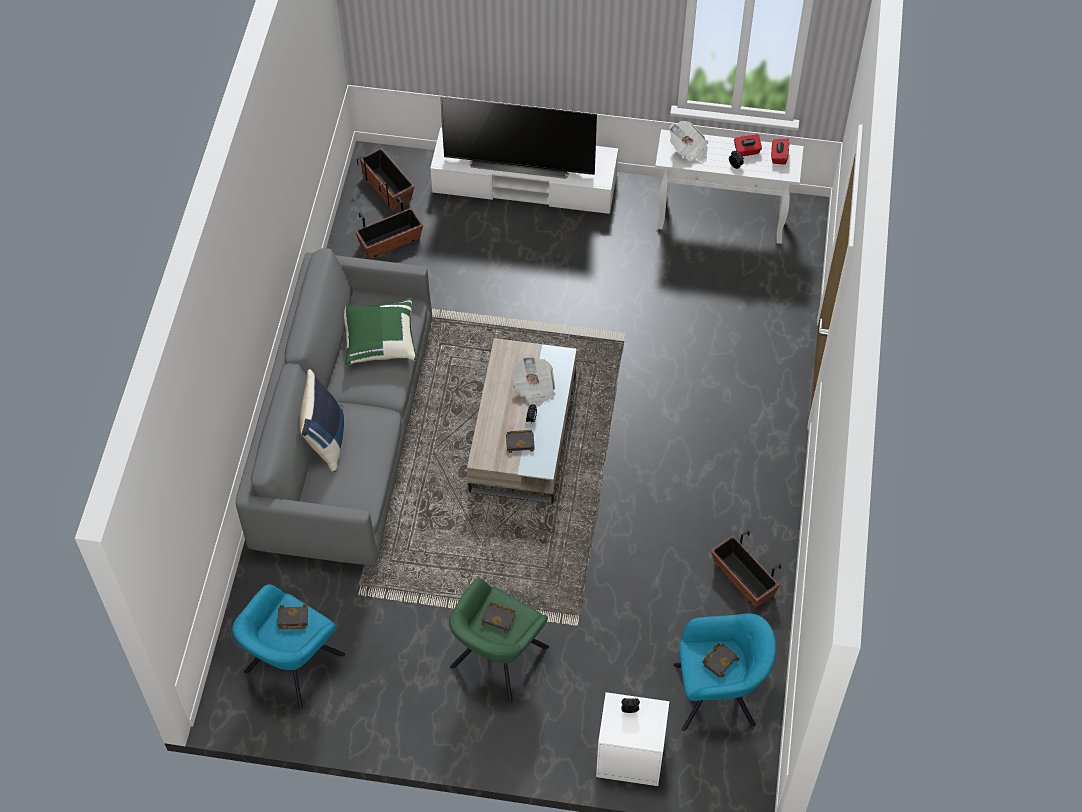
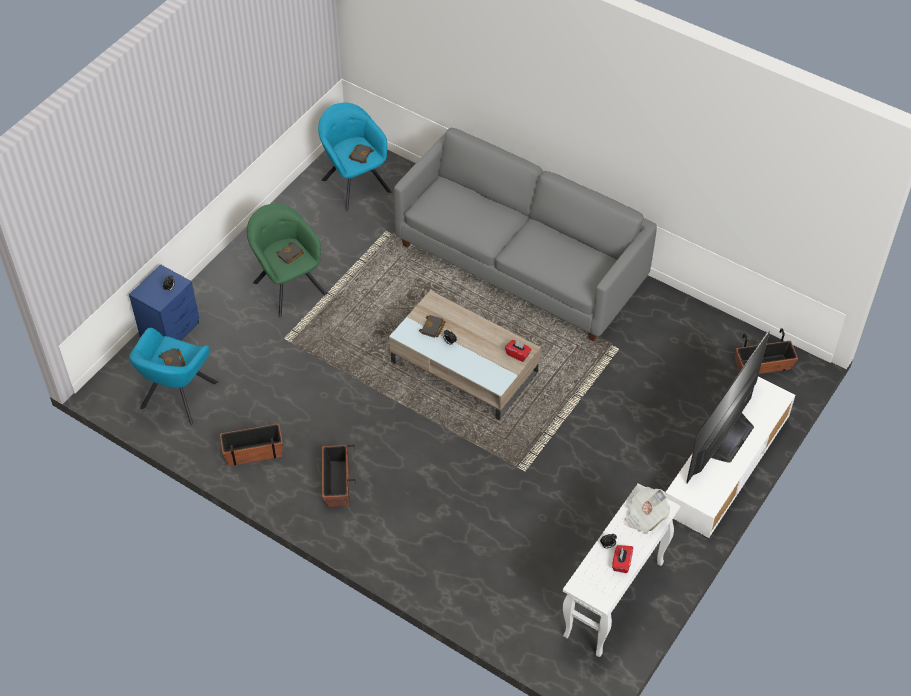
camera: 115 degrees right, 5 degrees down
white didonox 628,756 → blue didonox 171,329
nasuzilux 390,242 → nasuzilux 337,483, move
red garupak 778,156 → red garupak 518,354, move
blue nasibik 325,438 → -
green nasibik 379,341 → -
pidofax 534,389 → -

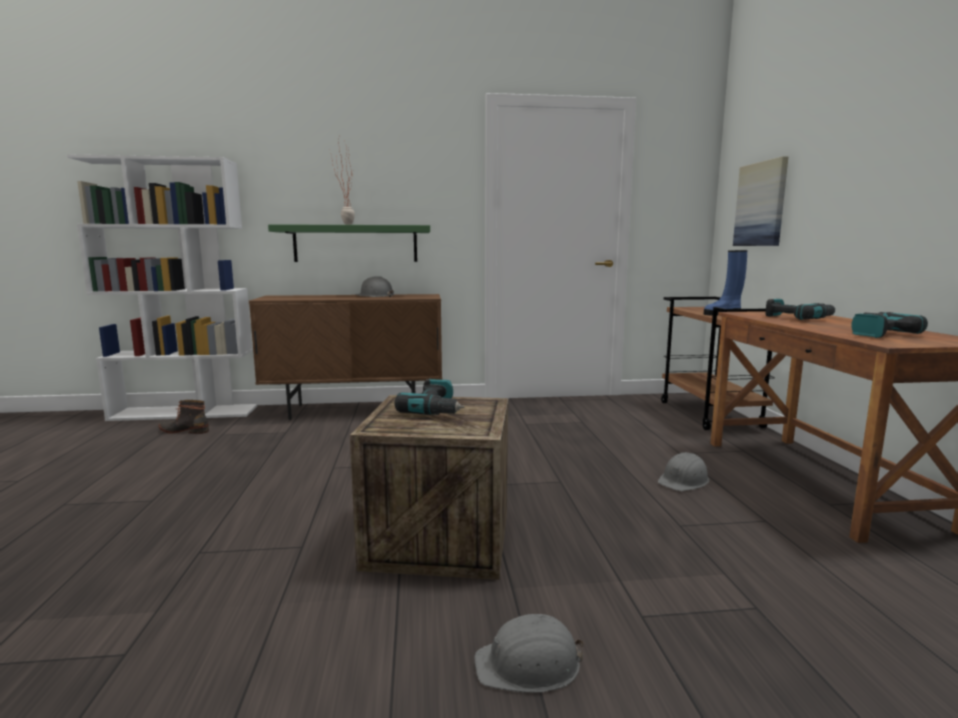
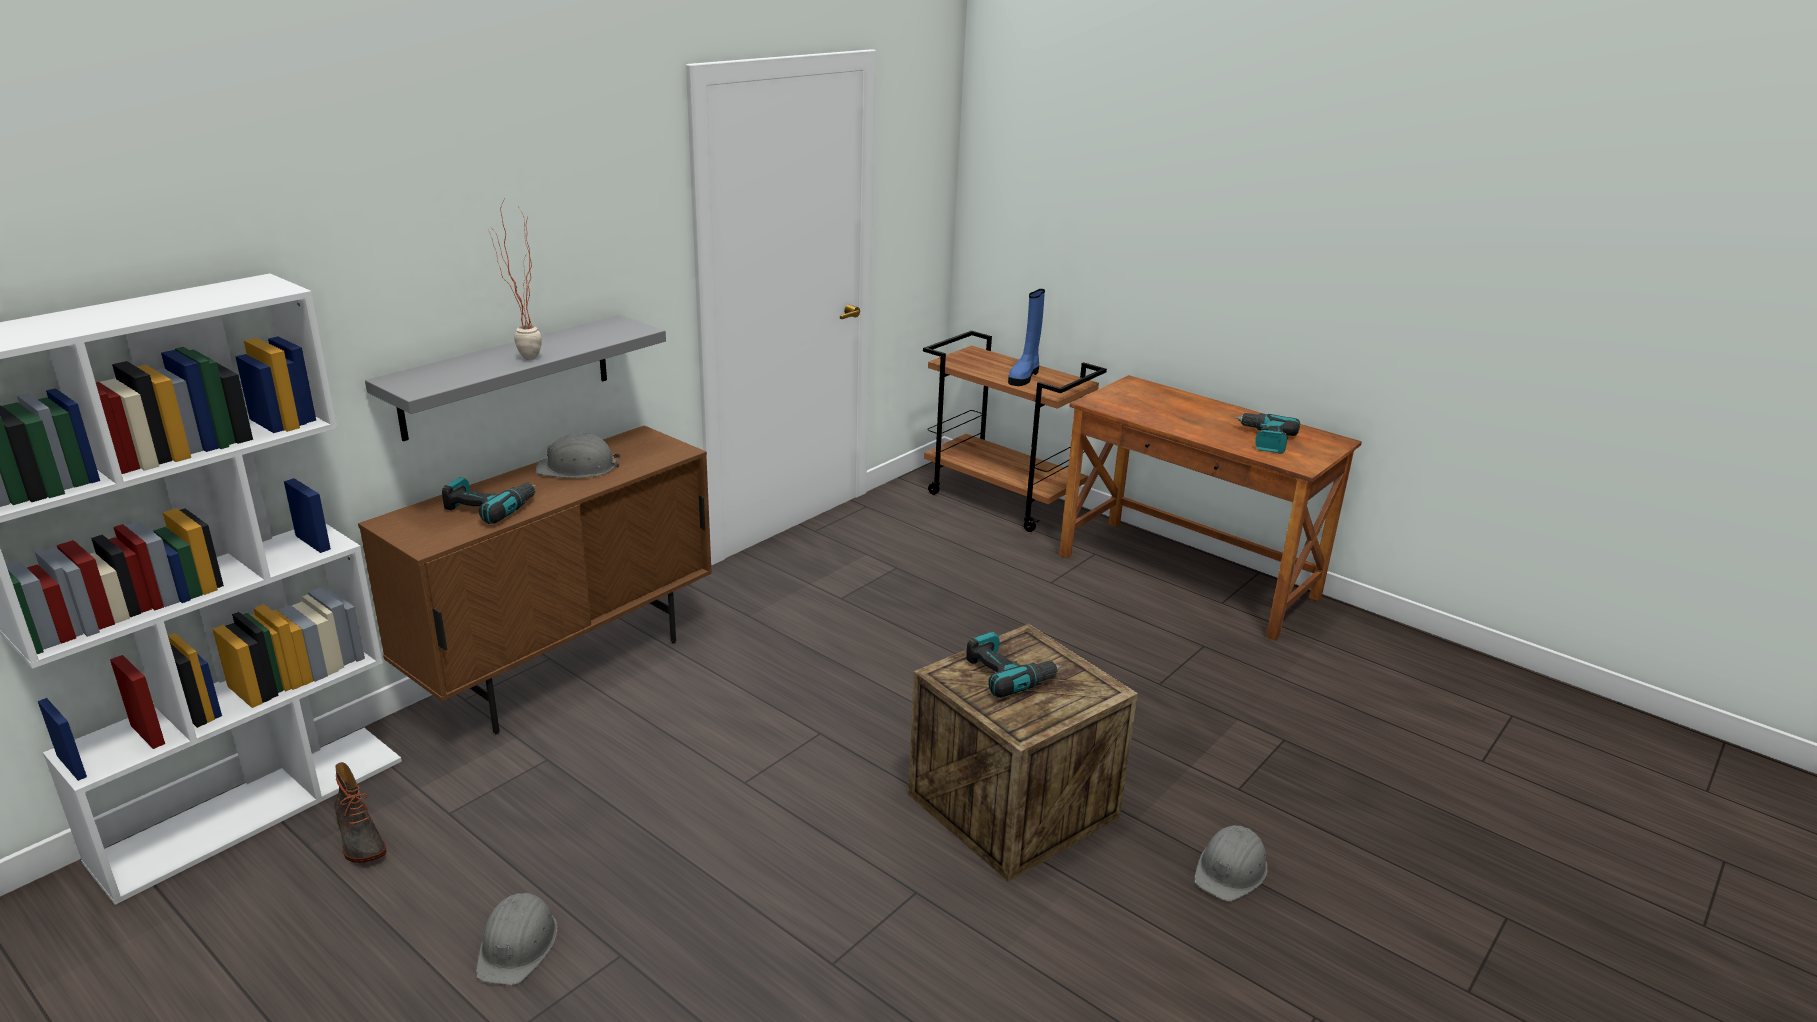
camera: 45 degrees left, 15 degrees up
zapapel 185,430 → zapapel 359,839, 90 degrees counterclockwise
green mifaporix 355,244 → grey mifaporix 506,376
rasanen 798,318 → rasanen 490,508, move
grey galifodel 684,480 → grey galifodel 518,945, move
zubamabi 761,204 → -

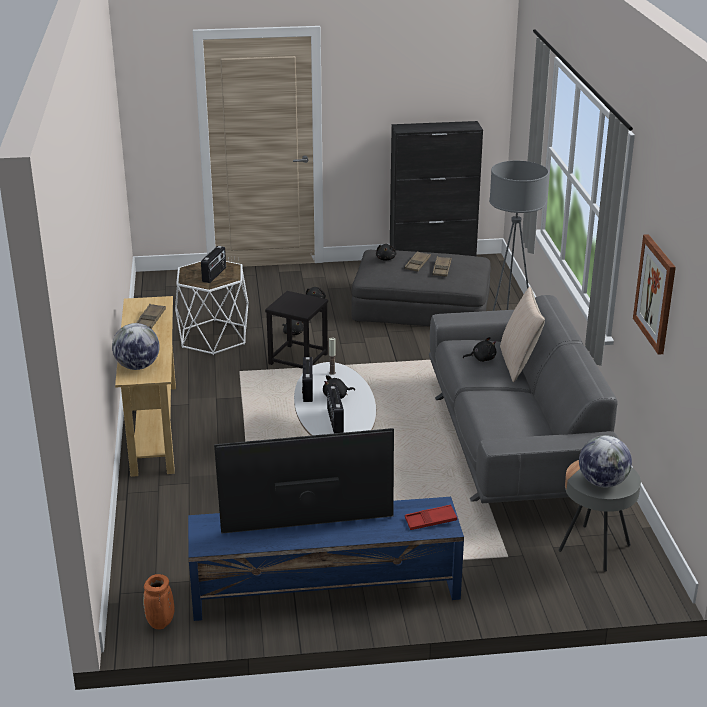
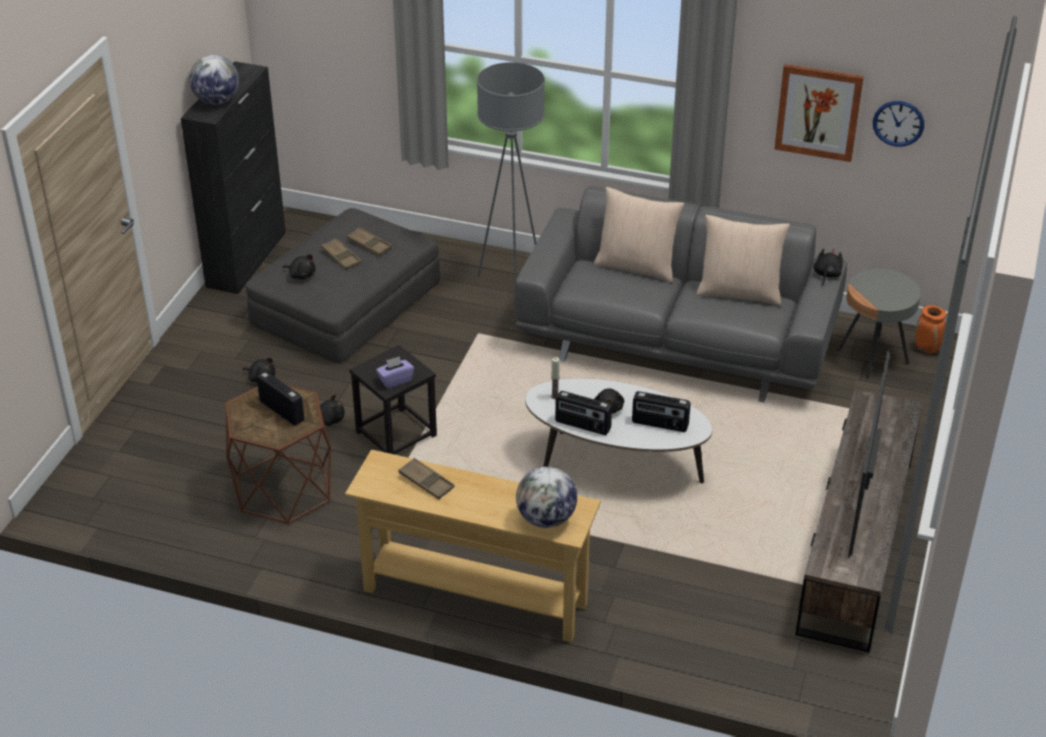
camera: 65 degrees left, 10 degrees up
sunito 602,482 → sunito 216,101, move
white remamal 214,337 → brown remamal 283,489
- → purple garupak 395,380
- → beige nasibik 739,292
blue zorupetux 323,587 → brown zorupetux 855,544
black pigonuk 482,358 → black pigonuk 826,275, move
- → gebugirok 898,123
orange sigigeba 161,624 → orange sigigeba 927,349, move
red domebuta 430,521 → -

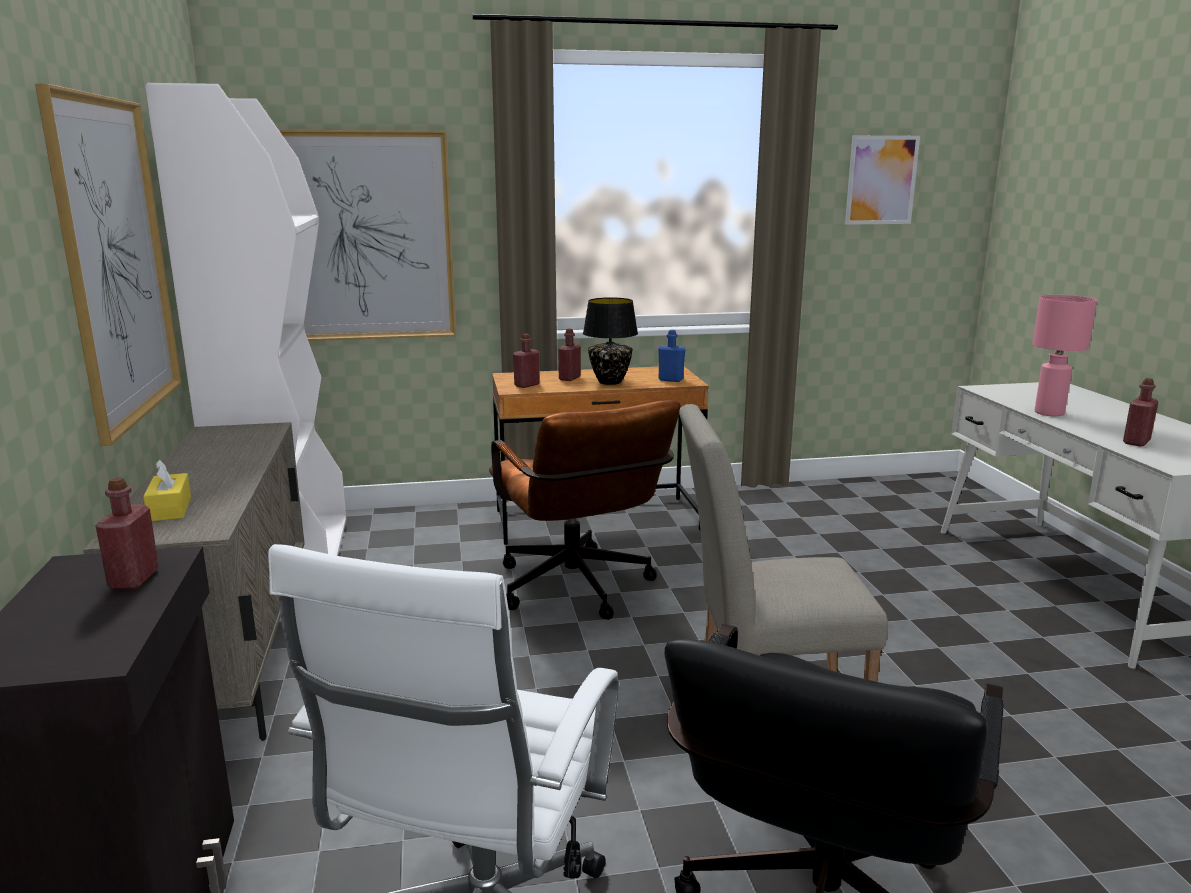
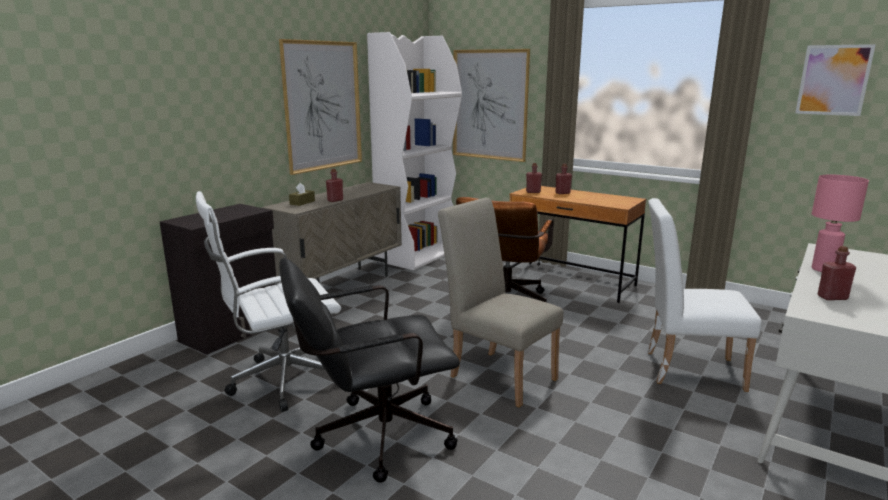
camera: 45 degrees right, 0 degrees up
yellow garupak 170,509 → brown garupak 302,202
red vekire 134,579 → red vekire 335,200, move
- → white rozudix 685,369
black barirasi 609,382 → -
blue vekire 671,380 → -

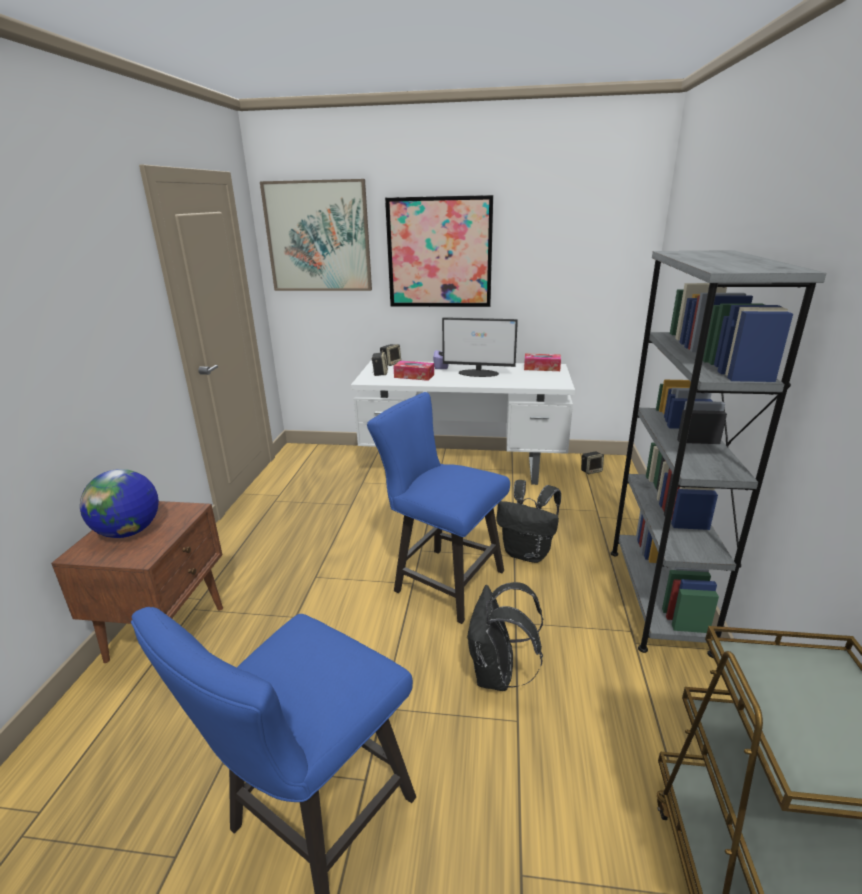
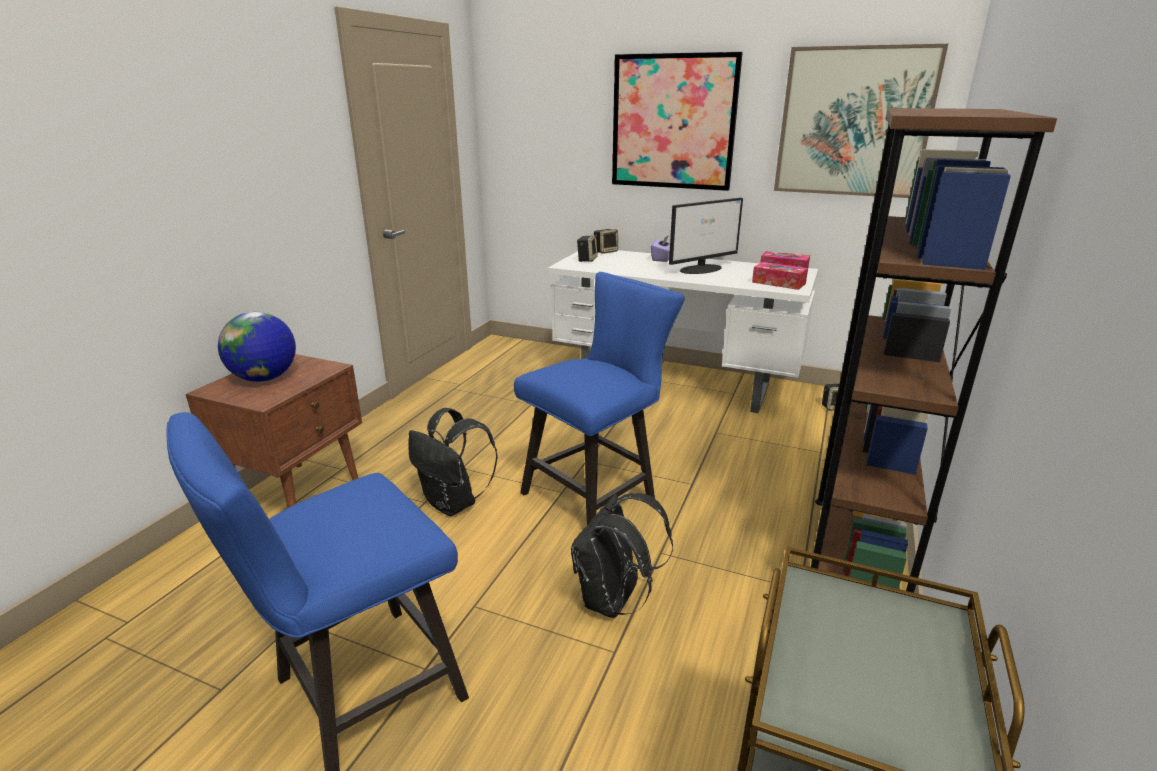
camera: 15 degrees right, 0 degrees up
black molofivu 528,553 → black molofivu 453,503, move
blue rozudix 442,579 → blue rozudix 596,494, 90 degrees clockwise
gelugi 479,373 → gelugi 701,269, 60 degrees counterclockwise
garupak 414,376 → garupak 778,283, move
zubamabi 318,237 → zubamabi 854,122, move
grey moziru 657,598 → brown moziru 853,560

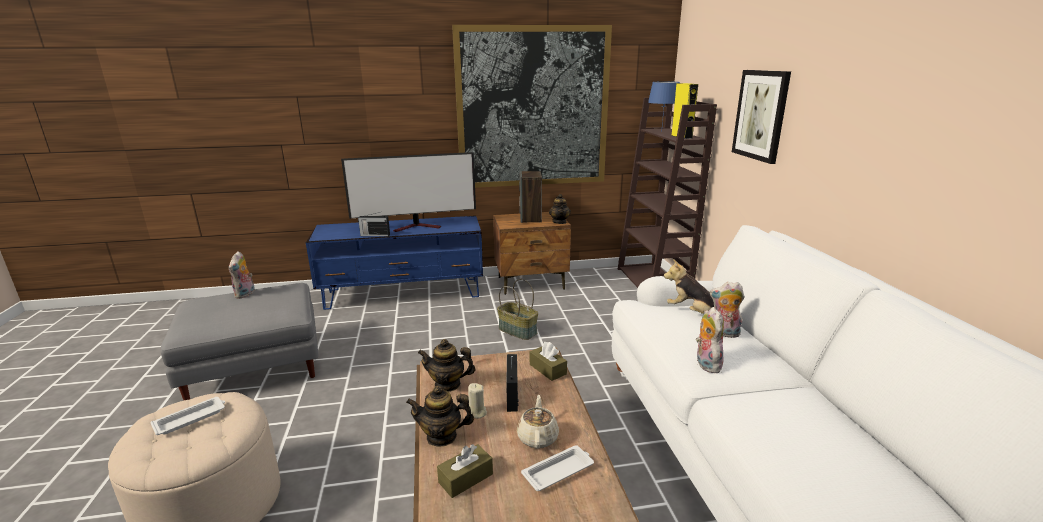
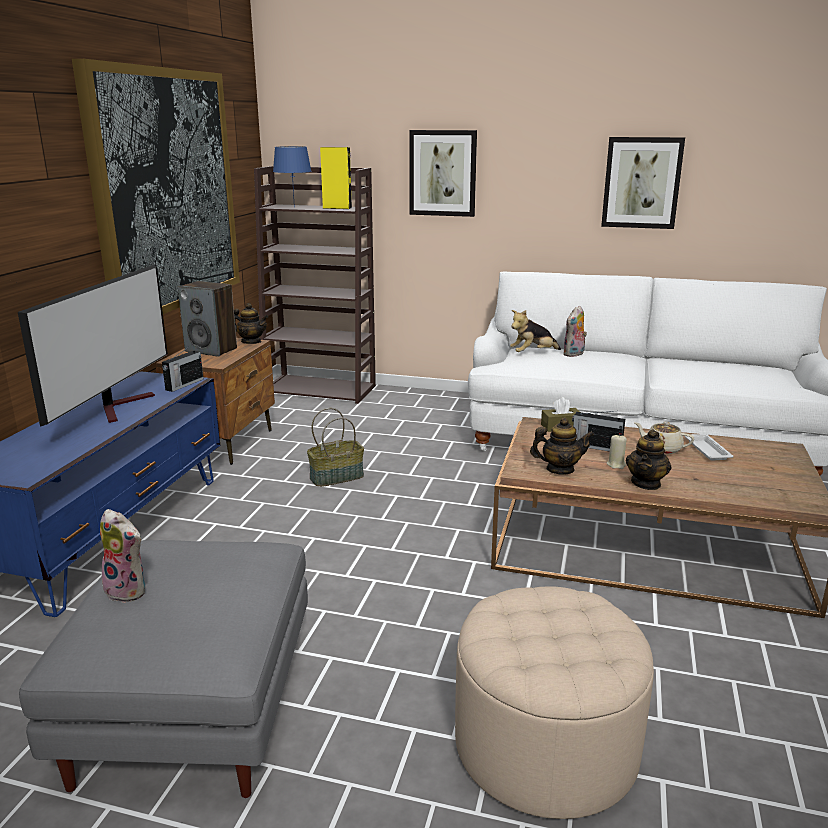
camera: 65 degrees left, 0 degrees up
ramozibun 374,235 → ramozibun 184,385, move
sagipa 447,384 → sagipa 560,469, 120 degrees counterclockwise
- → zubamabi 641,183
white domebuta 191,418 → -
brown garupak 465,478 → -
pigonuk 705,364 → -

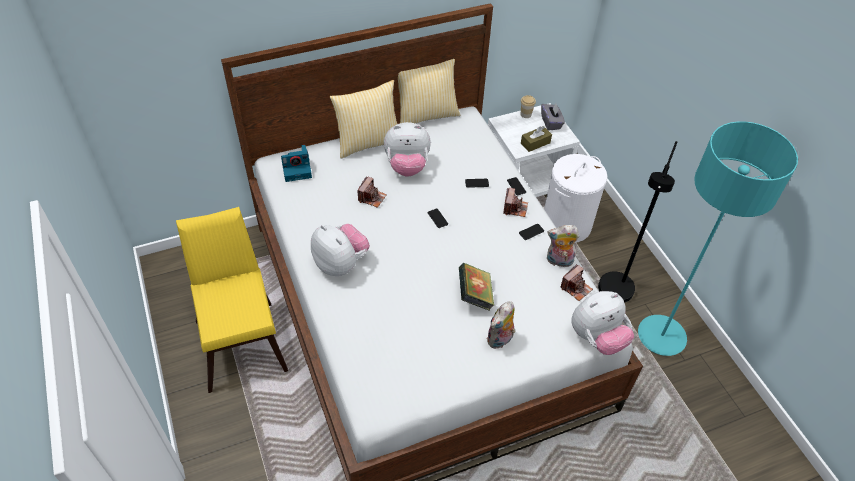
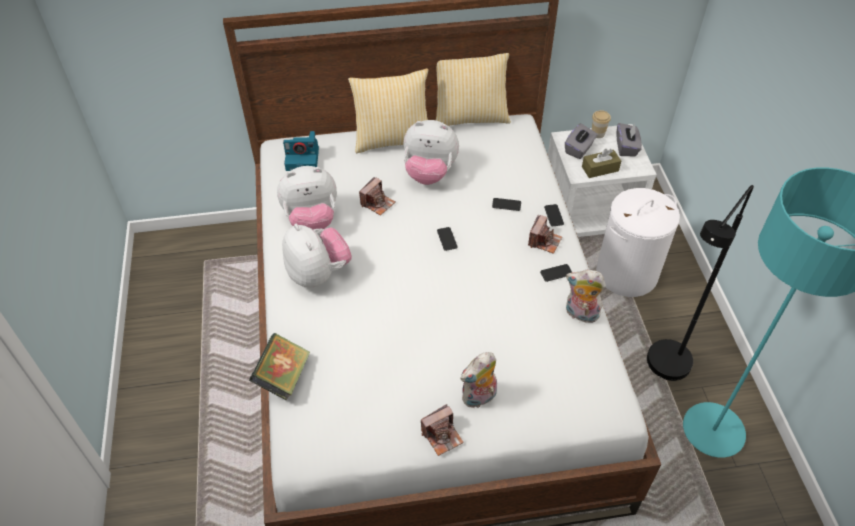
camera: 15 degrees right, 0 degrees up
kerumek 475,295 → kerumek 283,376, move
pigonuk 597,338 → pigonuk 311,220, move
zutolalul 576,288 → zutolalul 442,436, move
- → grey garupak 579,149
yellow rozudix 241,339 → -

